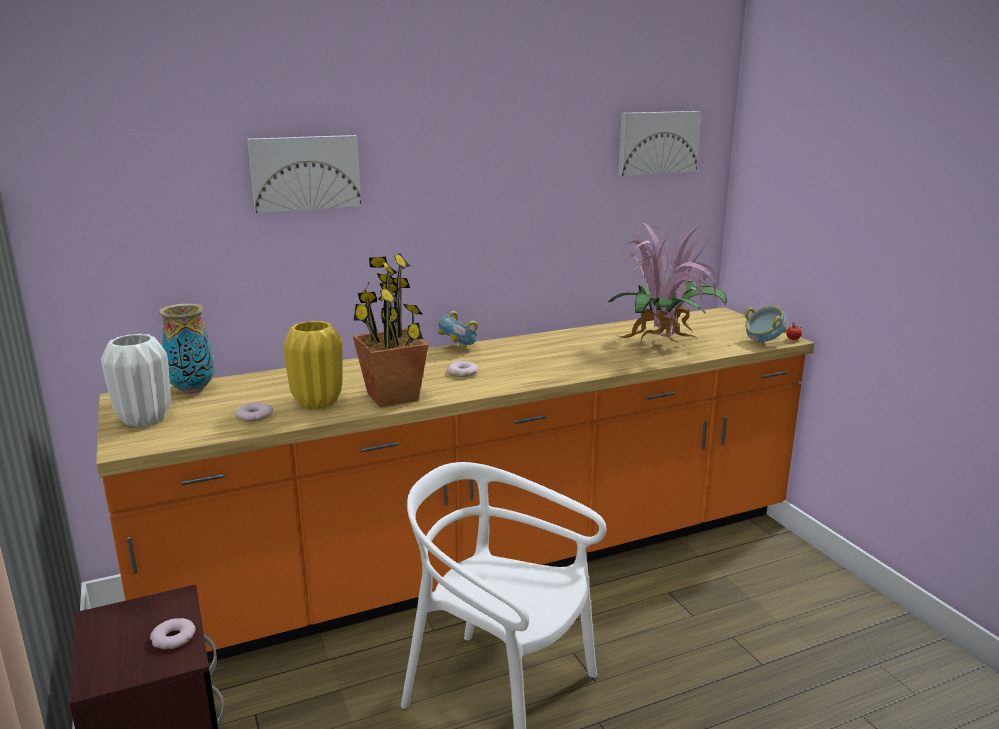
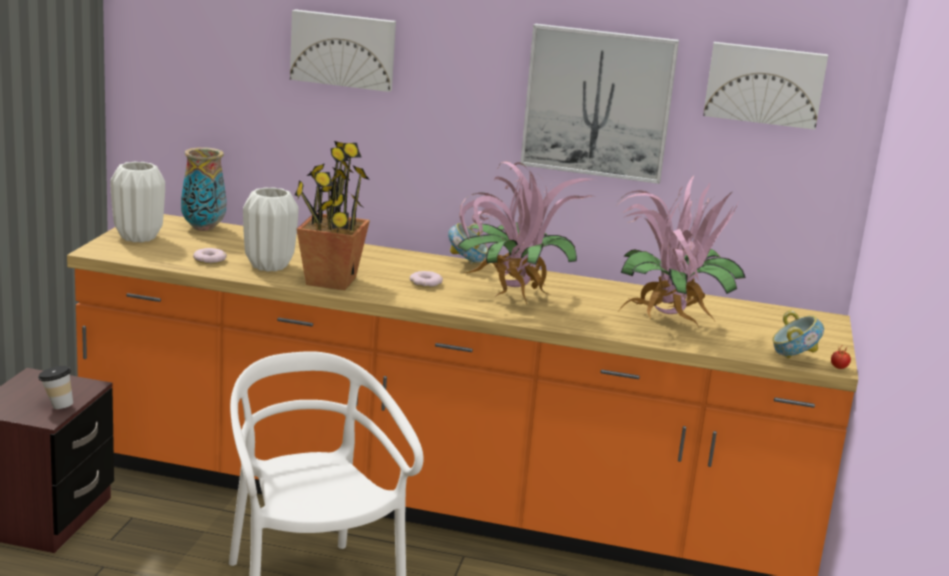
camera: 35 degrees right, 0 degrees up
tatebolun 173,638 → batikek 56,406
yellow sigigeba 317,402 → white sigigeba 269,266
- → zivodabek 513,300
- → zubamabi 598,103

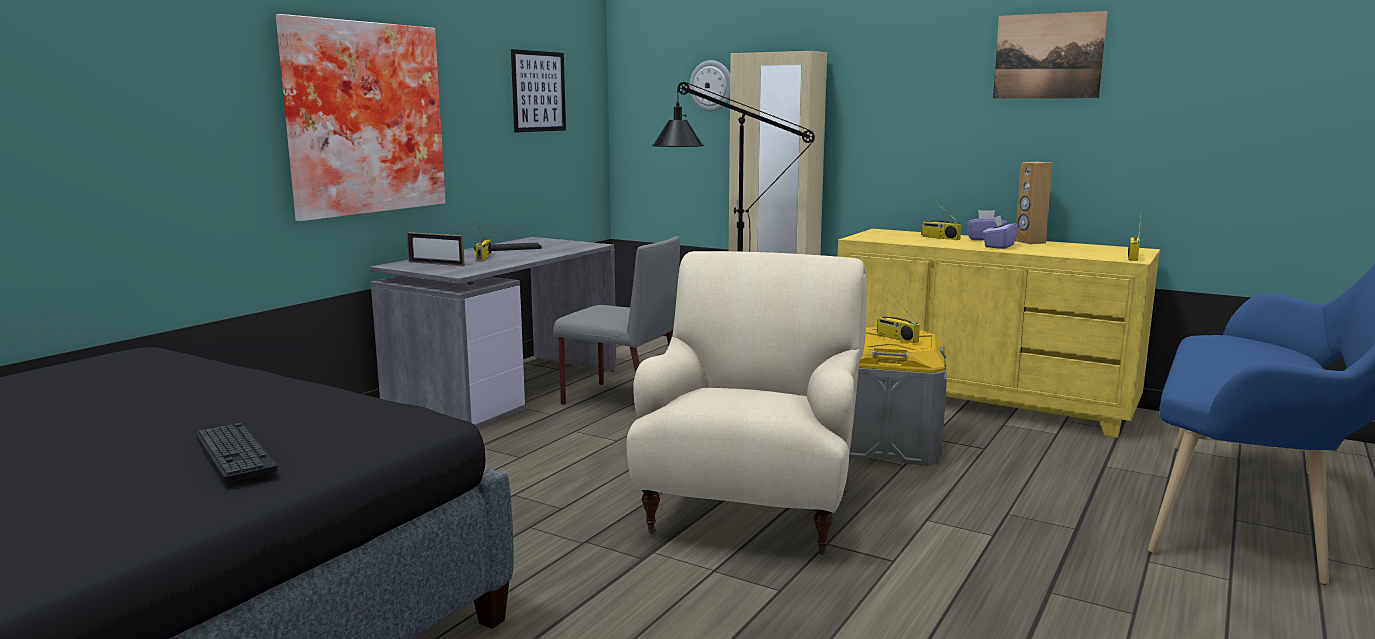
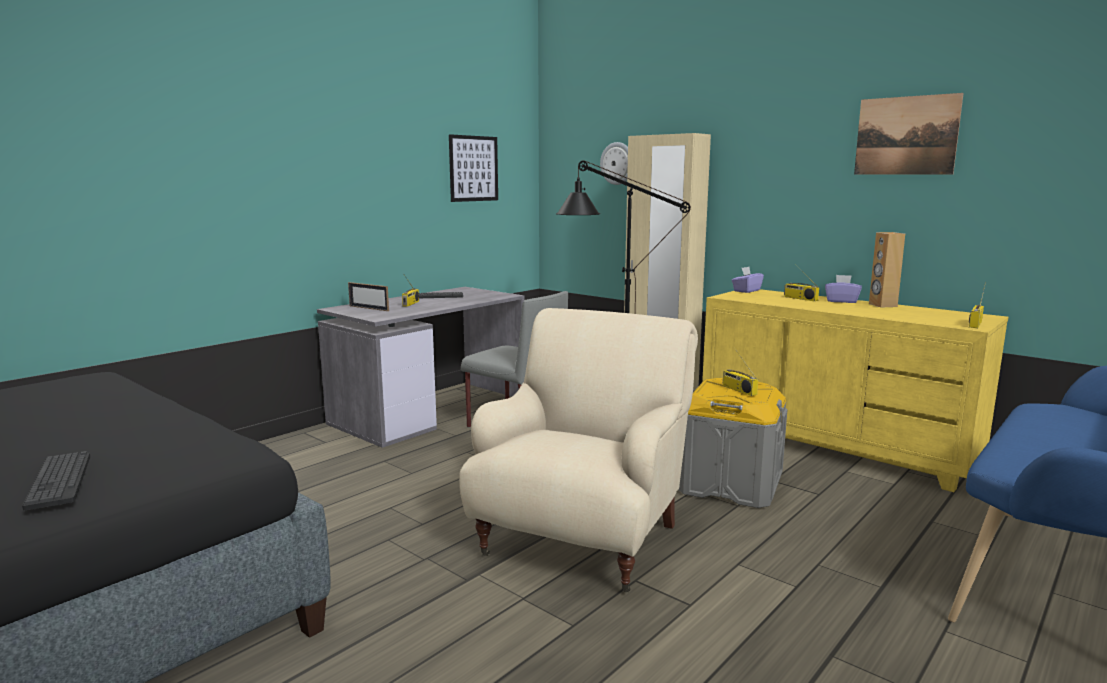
camera: 10 degrees right, 0 degrees up
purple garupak 998,246 → purple garupak 746,291, move
zubamabi 362,118 → -

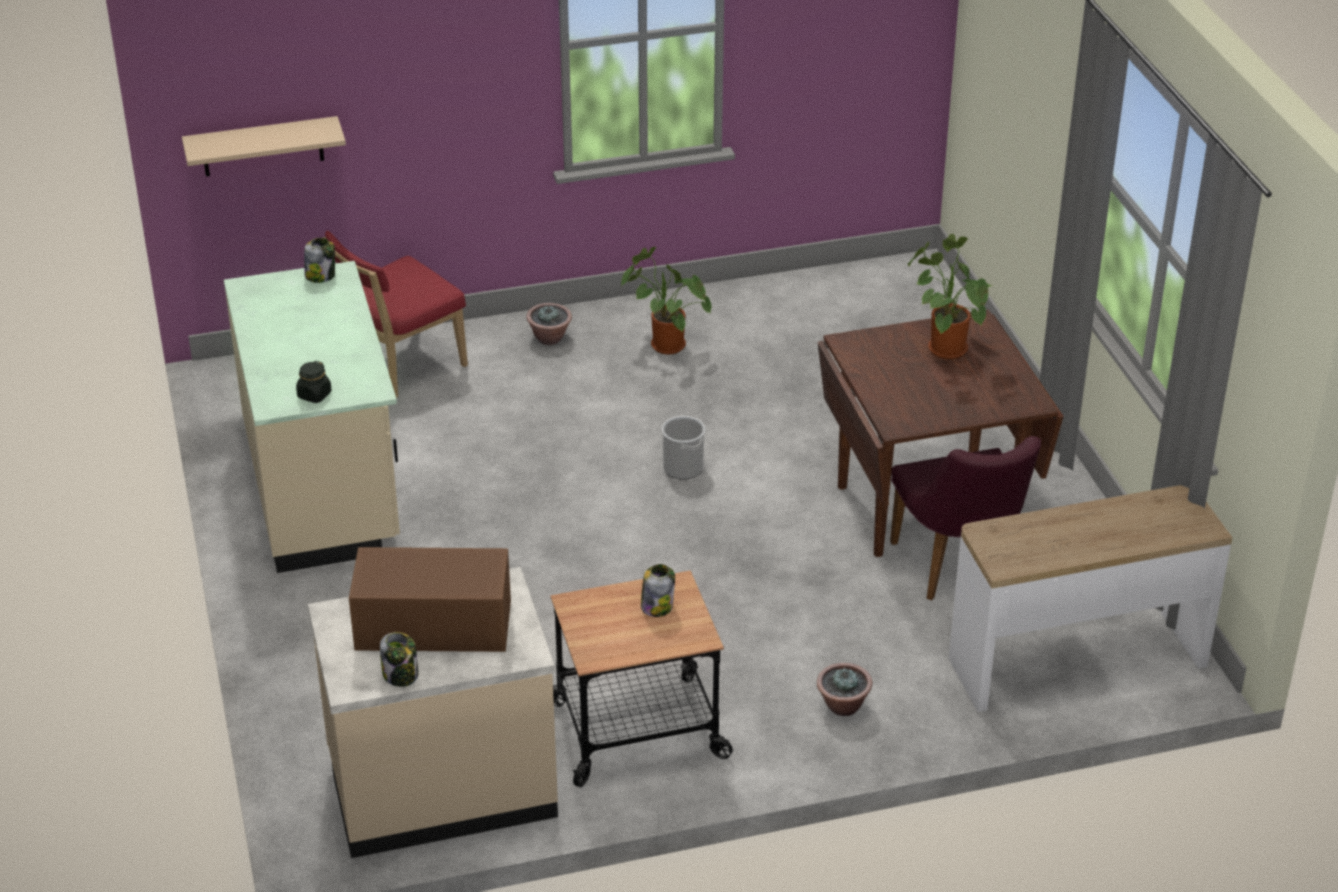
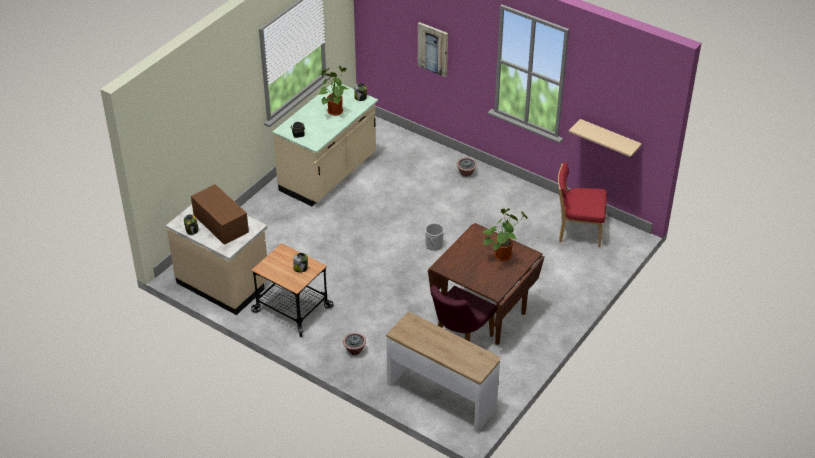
camera: 50 degrees right, 5 degrees up
zivodabek 664,345 → zivodabek 334,110, move
- → zubamabi 433,49
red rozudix 400,367 → red rozudix 577,231, move
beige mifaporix 262,146 → beige mifaporix 609,139, move

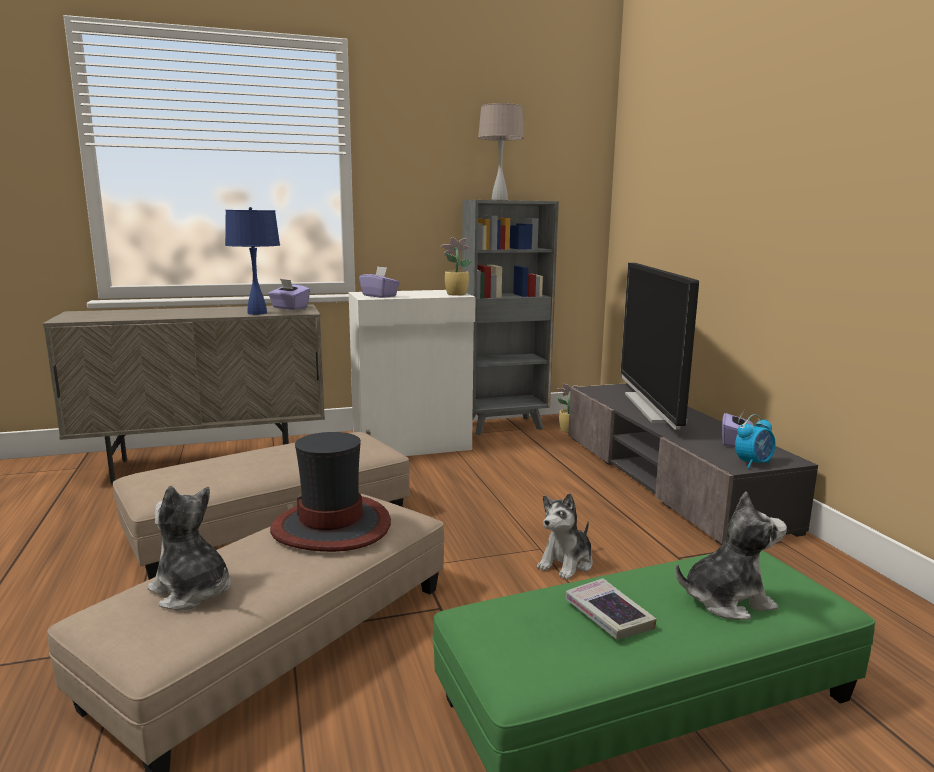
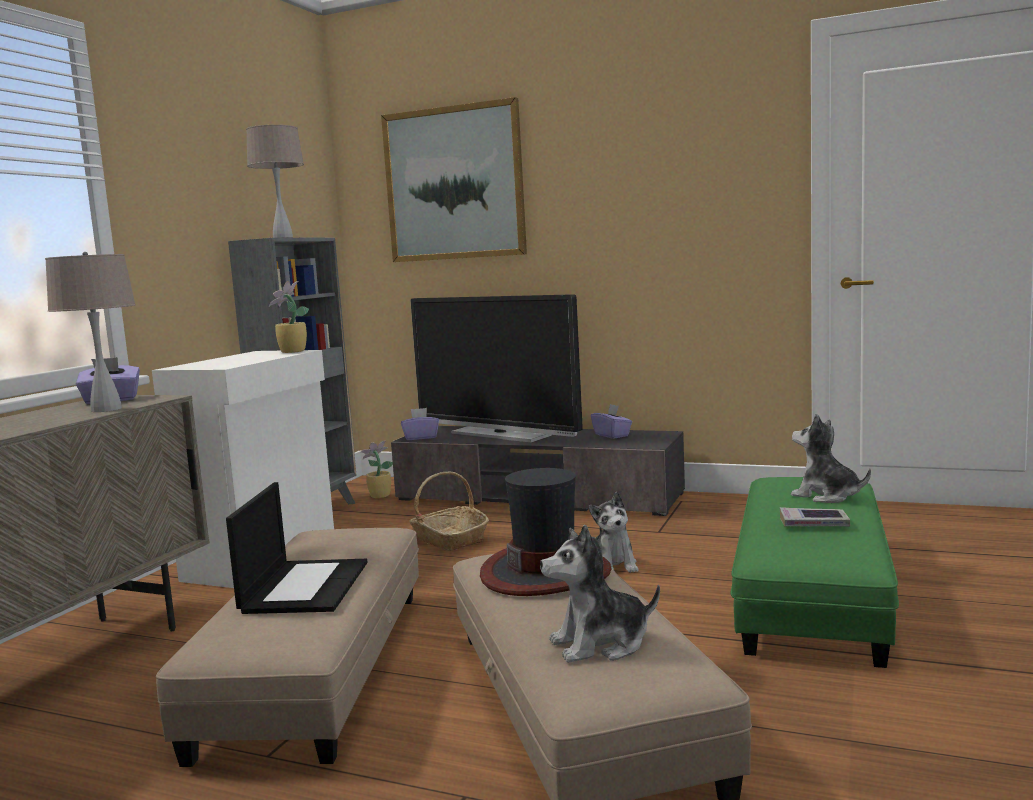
camera: 50 degrees left, 5 degrees down
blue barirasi 257,313 → beige barirasi 105,409
- → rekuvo 305,586
- → zubamabi 454,183
purple garupak 379,296 → purple garupak 420,437, move
- → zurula 449,539
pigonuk 726,600 → pigonuk 826,496, 75 degrees counterclockwise
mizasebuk 753,463 → -

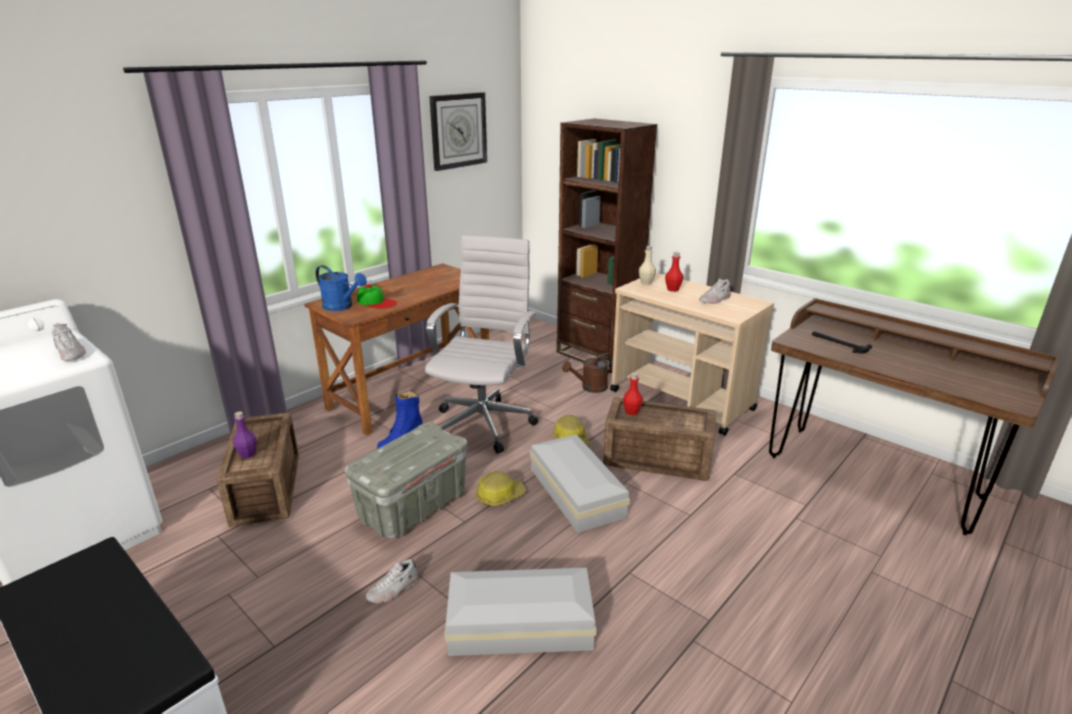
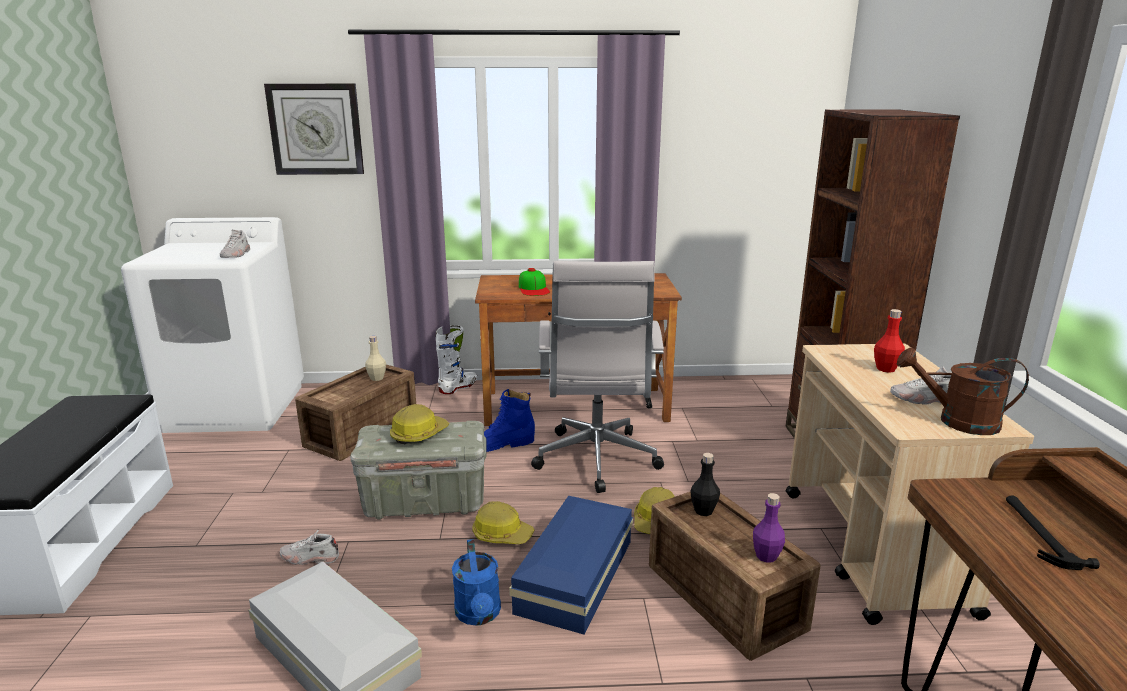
camera: 45 degrees right, 5 degrees down
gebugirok 458,130 → gebugirok 316,129, move
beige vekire 646,283 → beige vekire 377,378, move
- → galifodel 418,434
- → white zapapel 458,387
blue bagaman 342,307 → blue bagaman 479,615, move
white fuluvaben 577,491 → blue fuluvaben 578,574
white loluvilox 485,422 → white loluvilox 596,462, 120 degrees clockwise
red vekire 631,412 → black vekire 703,511
purple vekire 247,454 → purple vekire 766,556, move
brown bagaman 590,388 → brown bagaman 957,421, move

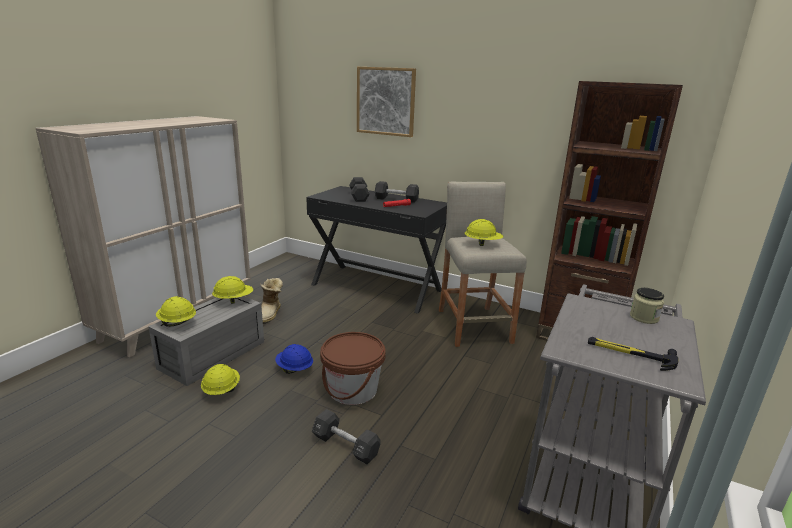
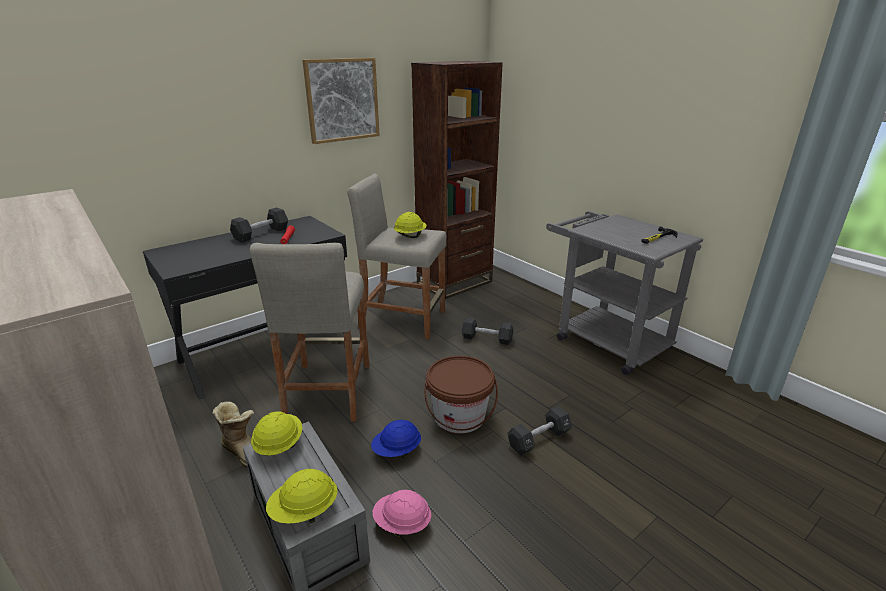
camera: 65 degrees left, 5 degrees up
- → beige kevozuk 327,391
zubamabi 386,101 → zubamabi 342,100, move
yellow galifodel 221,390 → pink galifodel 402,524
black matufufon 359,196 → black matufufon 487,338, move
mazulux 644,318 → -

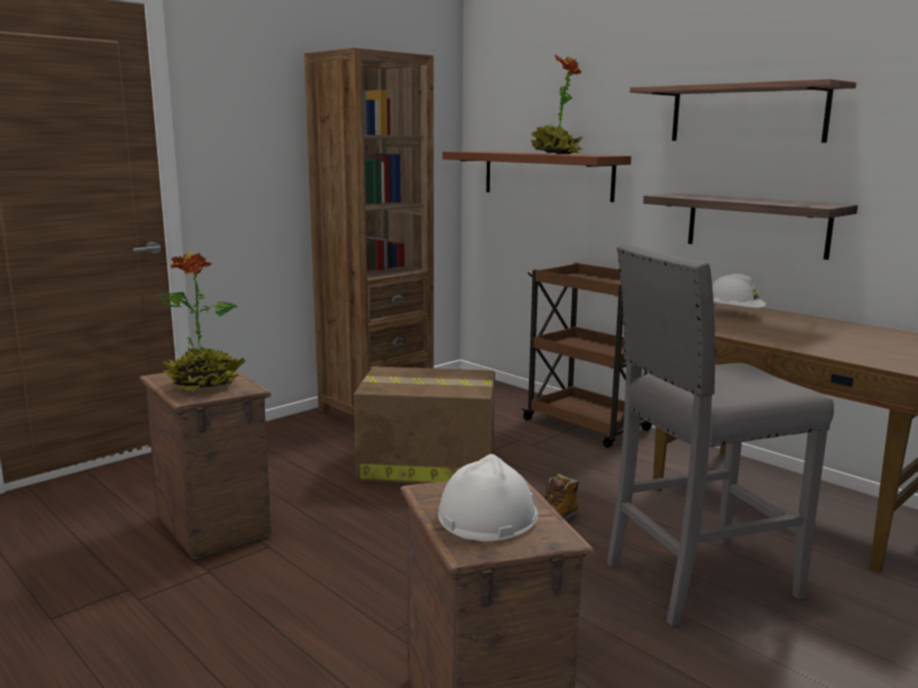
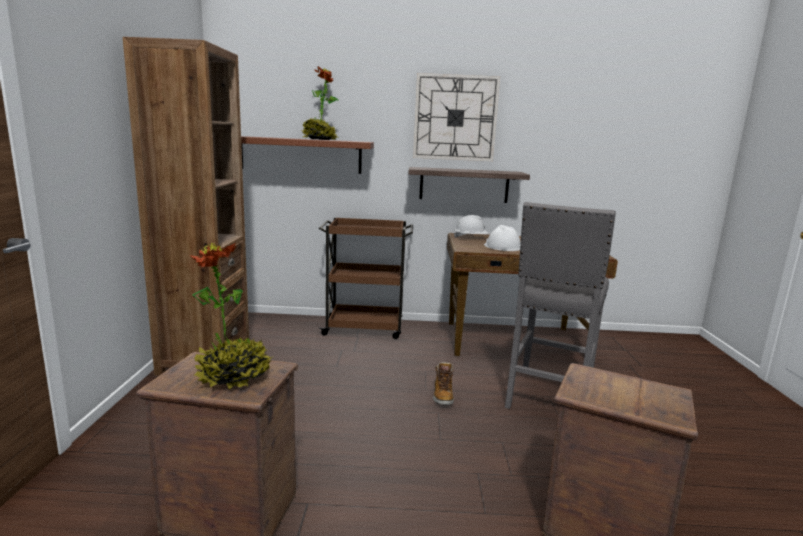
camera: 45 degrees left, 0 degrees up
mifaporix 747,114 → gebugirok 455,118
white galifodel 487,515 → white galifodel 502,247, move
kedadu 425,465 → -

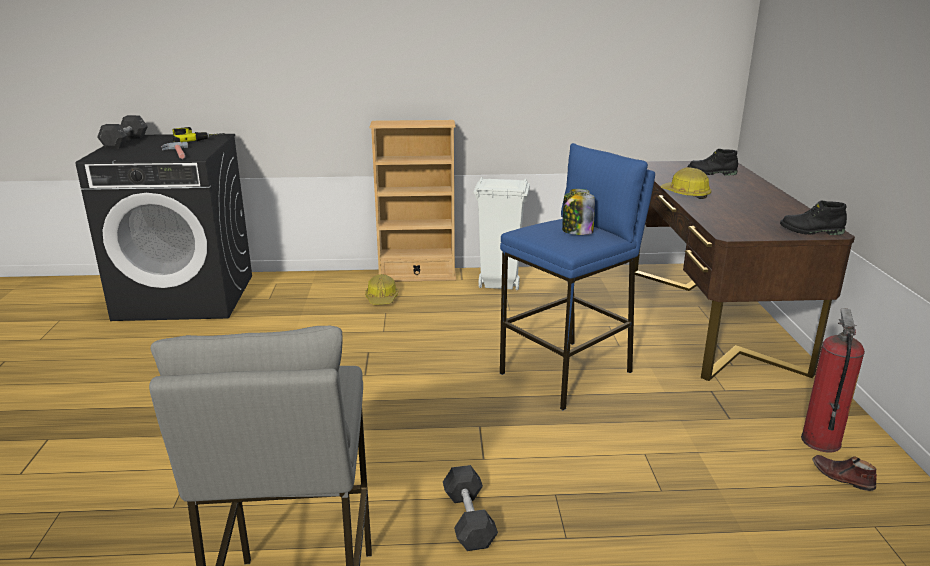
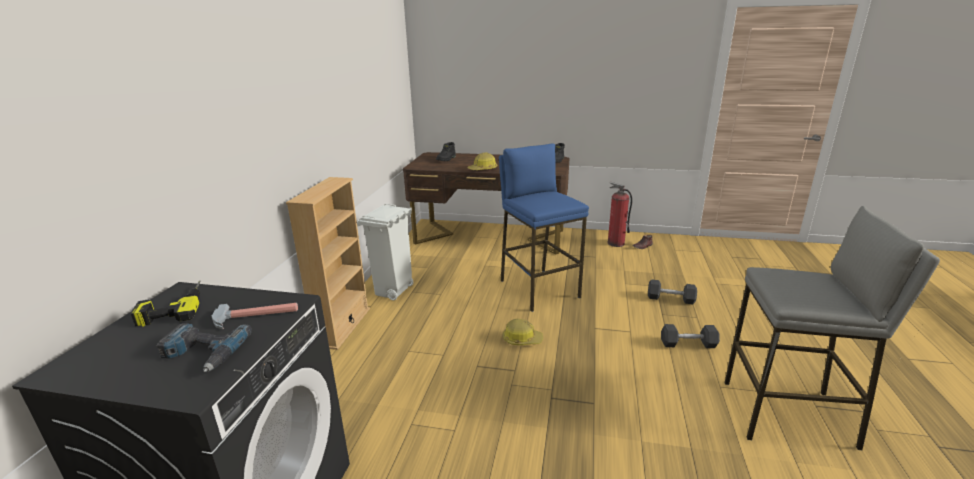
camera: 75 degrees left, 0 degrees up
- → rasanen 202,354
galifodel 382,298 → galifodel 522,339, move
grey matufufon 125,142 → grey matufufon 670,299, move
mazulux 576,232 → -

